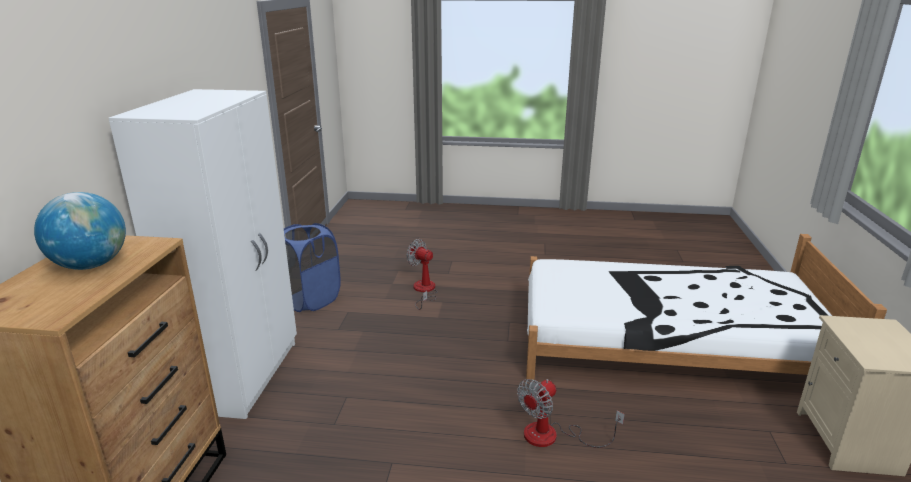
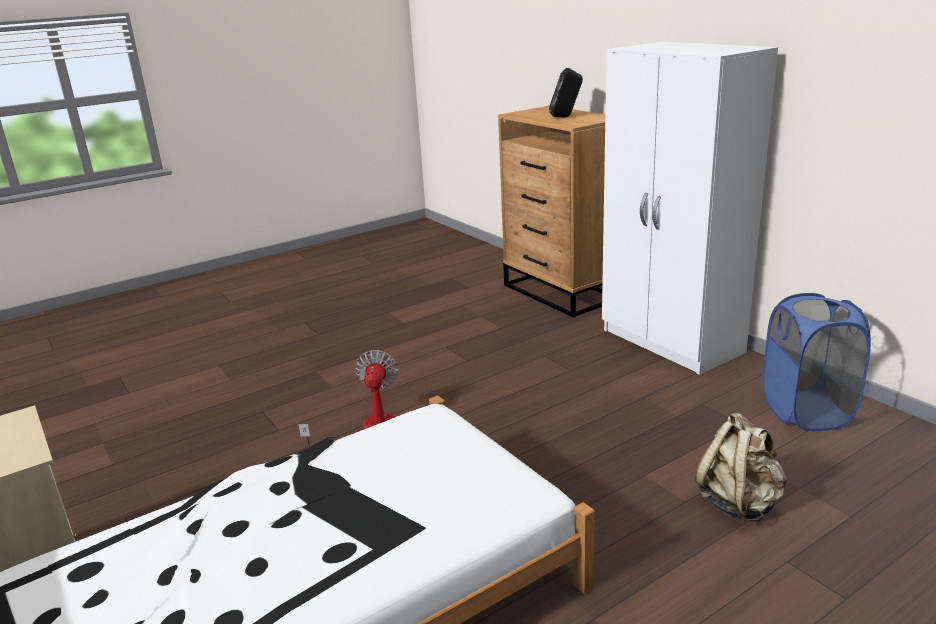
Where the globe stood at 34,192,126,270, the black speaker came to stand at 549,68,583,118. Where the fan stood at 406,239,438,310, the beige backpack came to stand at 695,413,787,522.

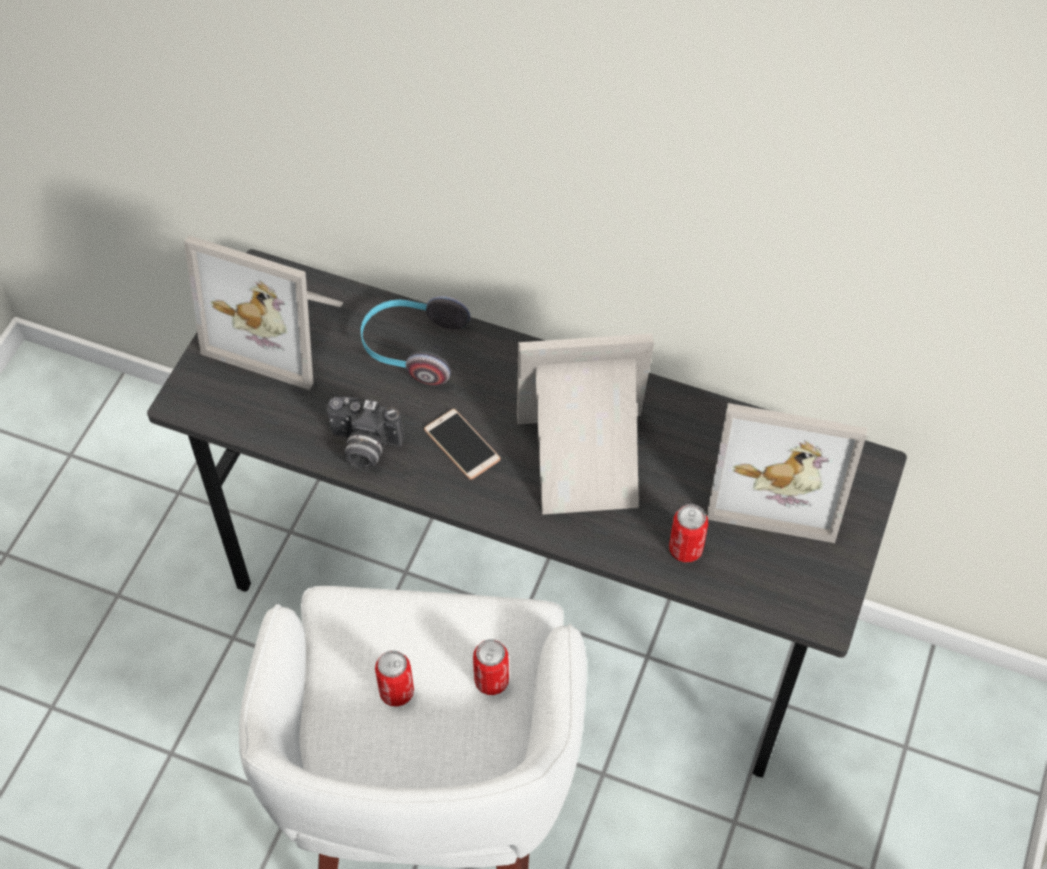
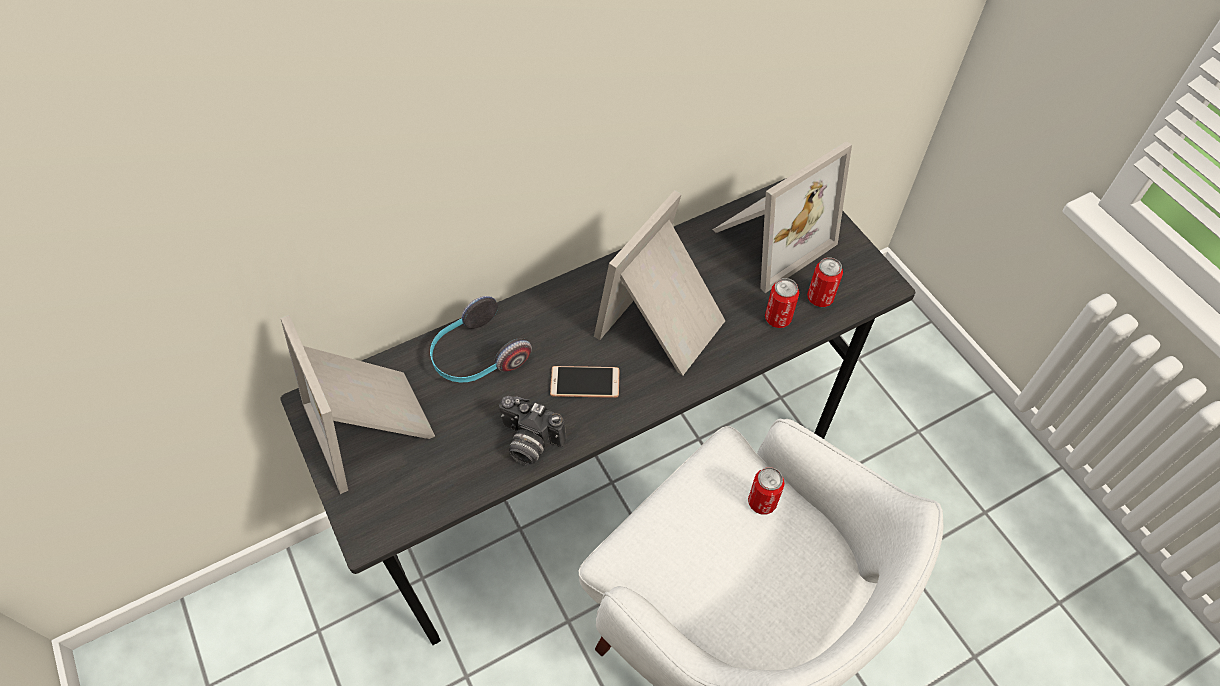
The picture frame at 184,235,344,390 ended up facing another way, 90 degrees clockwise from before. The photo camera at 326,397,404,470 ended up facing another way, 60 degrees clockwise from before. The can ended up elsewhere, having gone from 375,650,414,707 to 807,258,843,307.

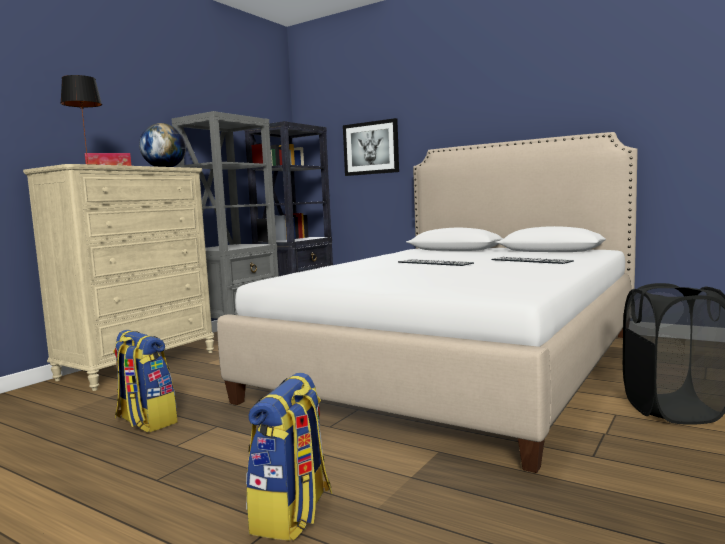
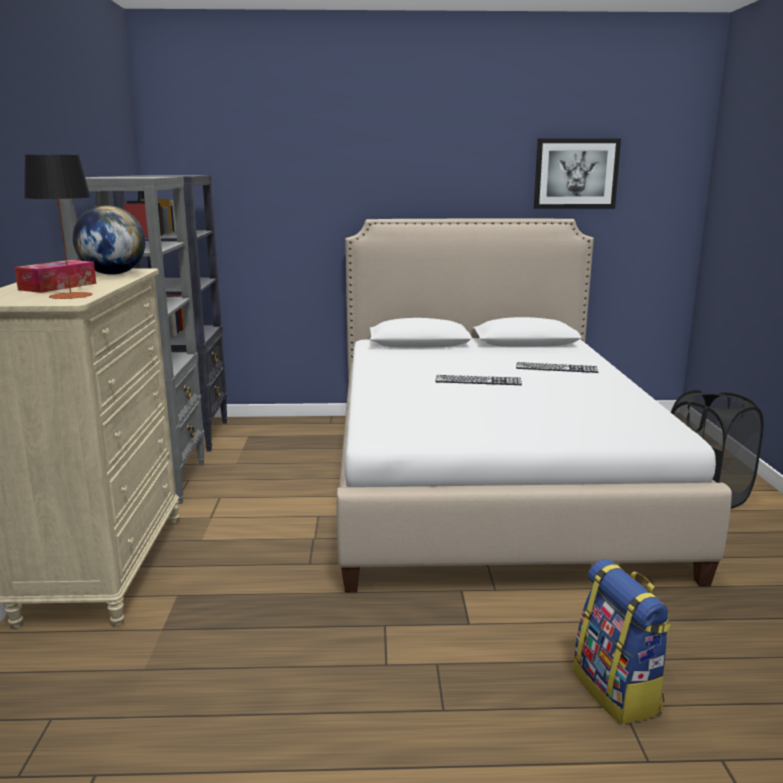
The picture ended up elsewhere, having gone from 343,118,399,176 to 534,138,621,209. The second view lost the backpack at 113,330,178,432.

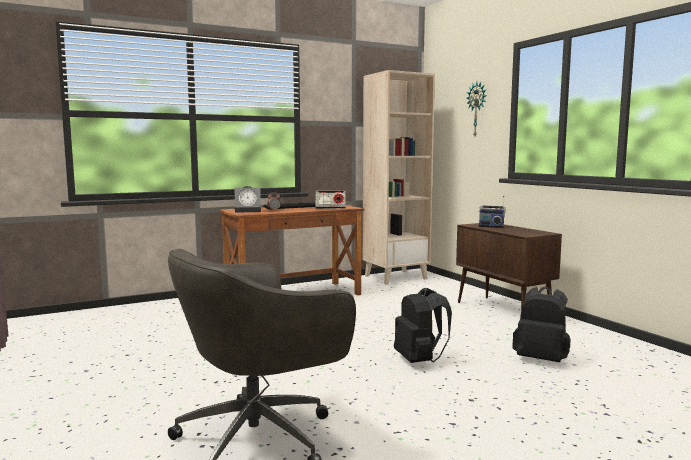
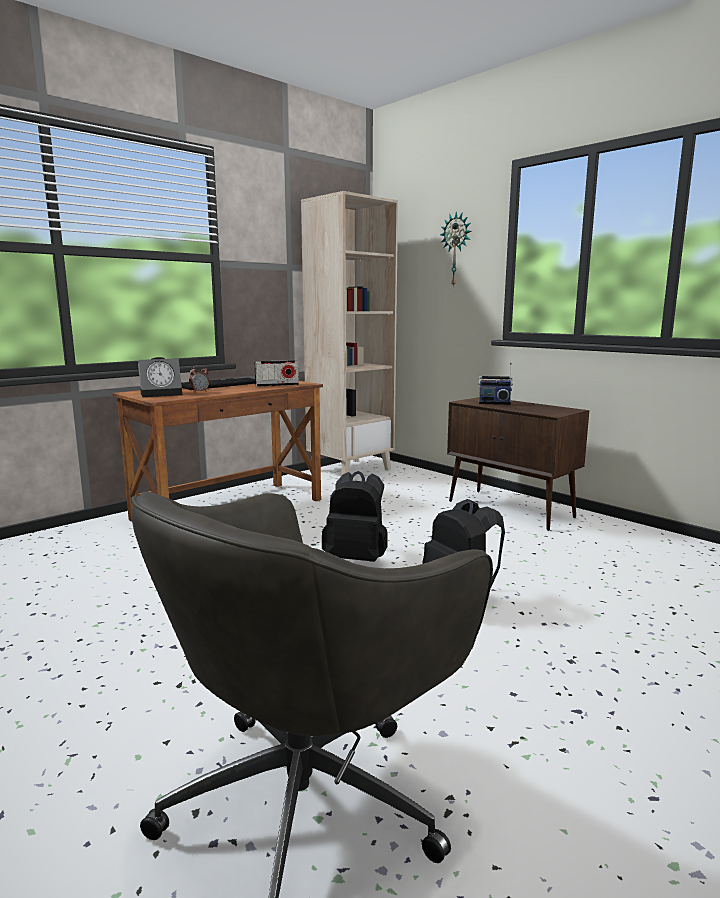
The black backpack ended up elsewhere, having gone from 512,286,570,362 to 322,471,388,562.

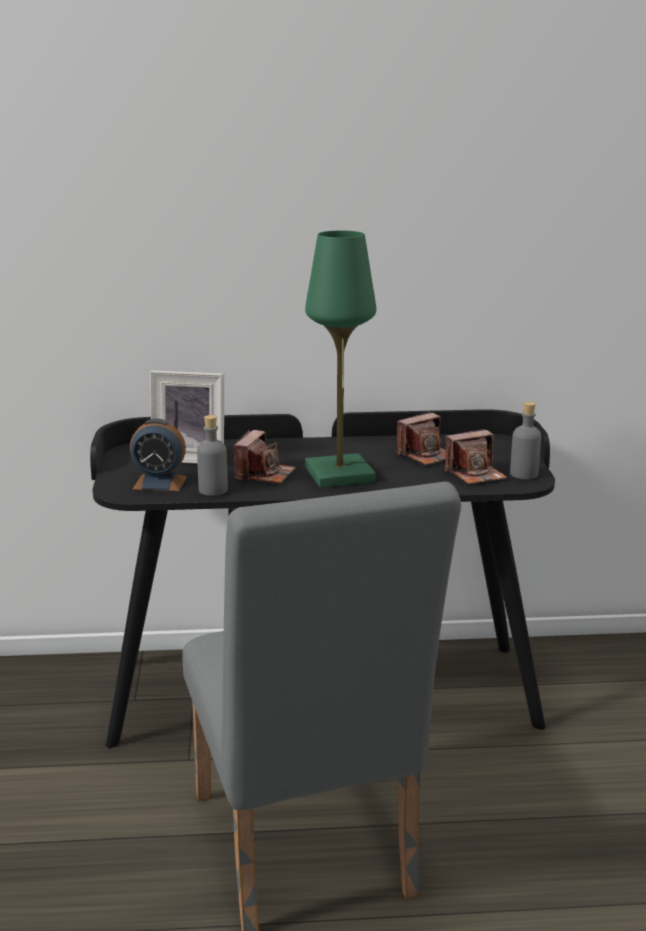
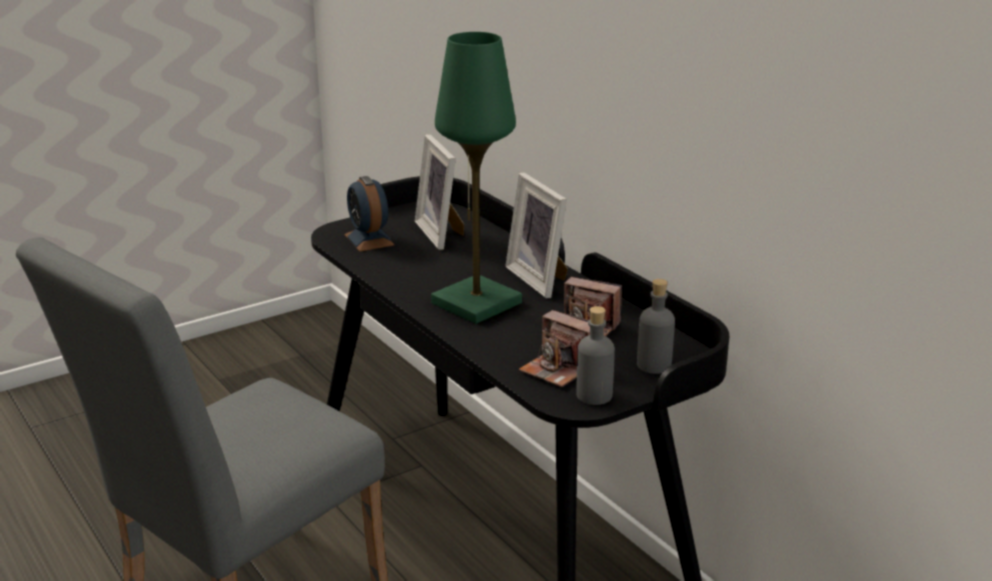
The second view gained the picture frame at 505,173,568,298. The grey bottle ended up elsewhere, having gone from 197,415,228,496 to 637,279,675,374. The second view lost the photo camera at 234,430,296,483.

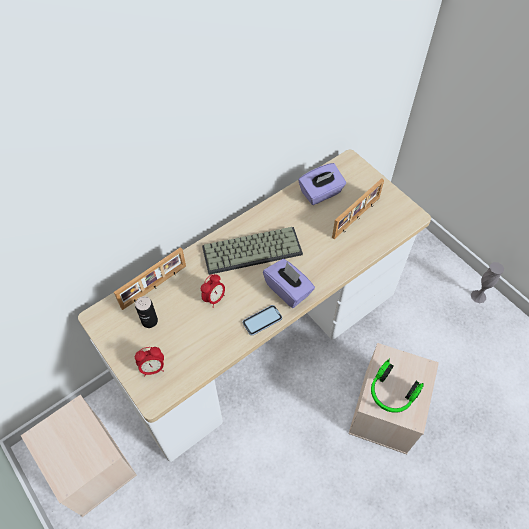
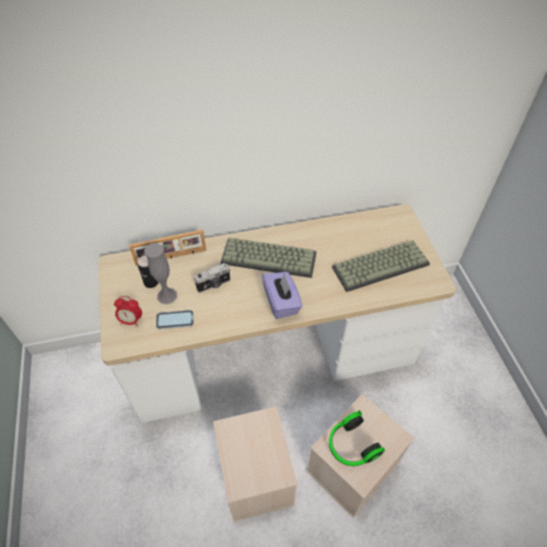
The grey vase ended up elsewhere, having gone from 471,262,504,303 to 144,243,177,304. The phone ended up elsewhere, having gone from 243,305,282,336 to 156,310,194,329. Where the alarm clock stood at 201,274,225,308, the photo camera came to stand at 194,263,230,293. The beige storage box ended up elsewhere, having gone from 21,394,137,517 to 213,406,297,522. Where the picture frame stood at 332,178,384,239, the keyboard came to stand at 332,240,430,292. The second view lost the purple tissue box at 298,163,346,205.

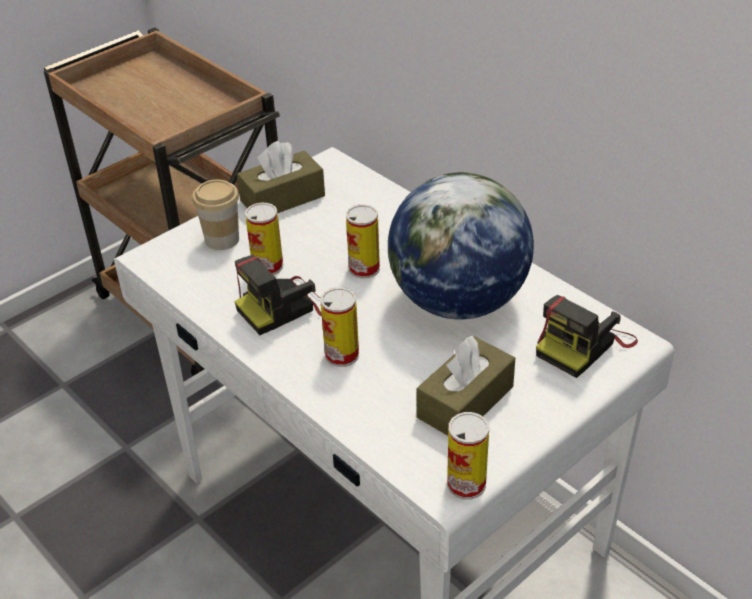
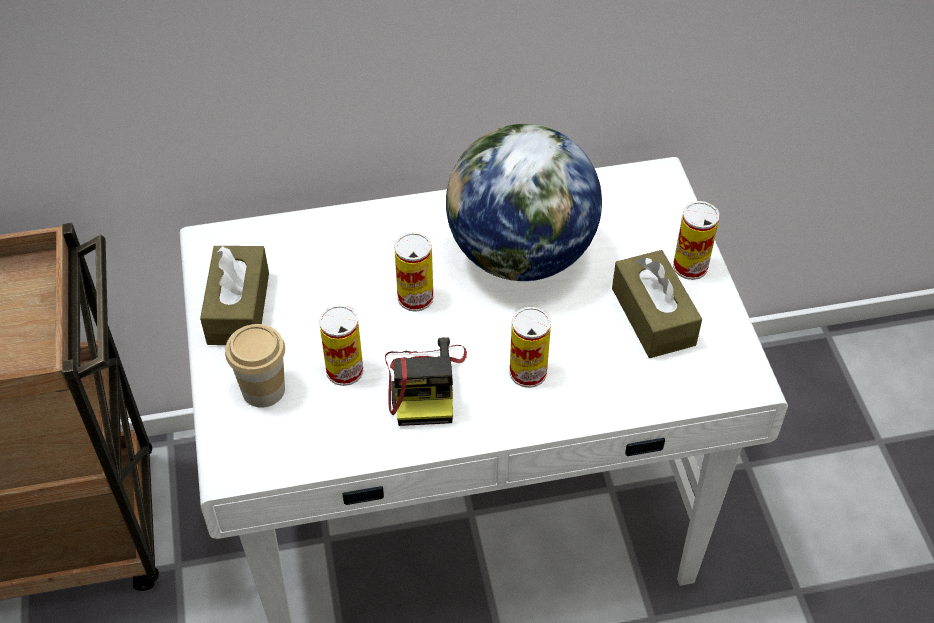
The can ended up elsewhere, having gone from 447,412,489,500 to 673,201,720,280. The second view lost the photo camera at 536,295,638,378.

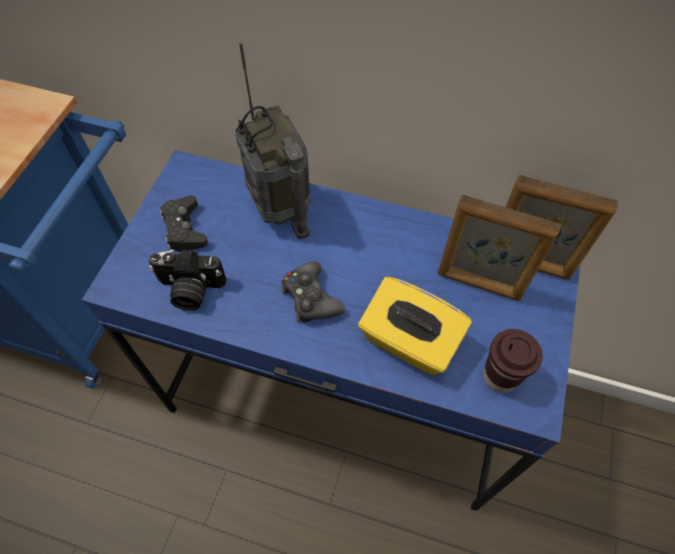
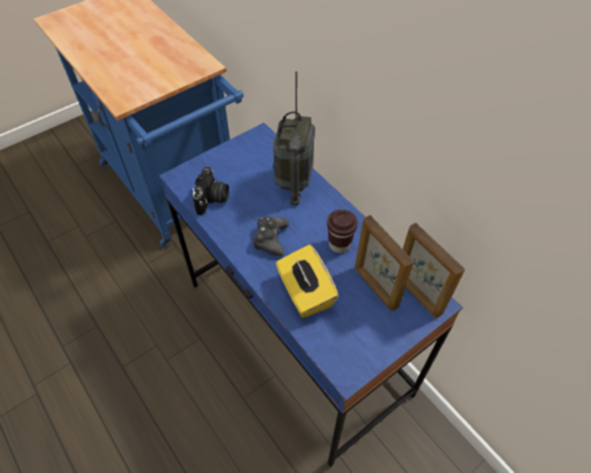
The photo camera at 149,249,227,311 ended up facing another way, 120 degrees counterclockwise from before. The brown cup ended up elsewhere, having gone from 483,329,543,393 to 327,209,358,253. The second view lost the black game controller at 160,195,208,252.

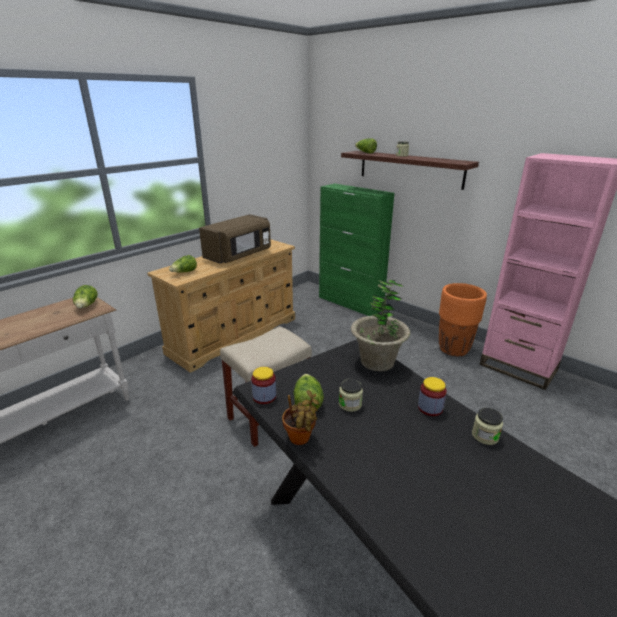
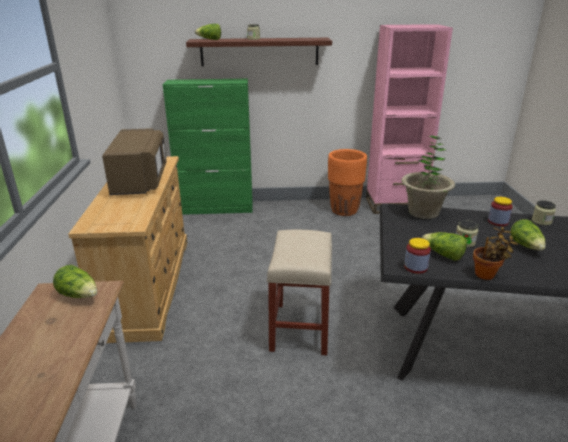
The lettuce ended up elsewhere, having gone from 169,255,197,273 to 510,219,546,251.

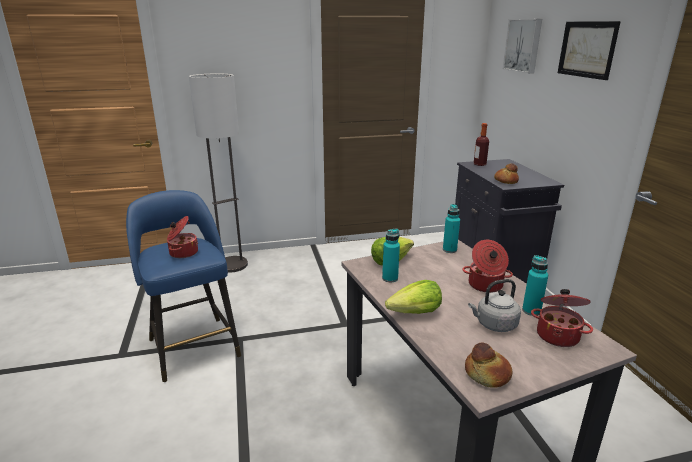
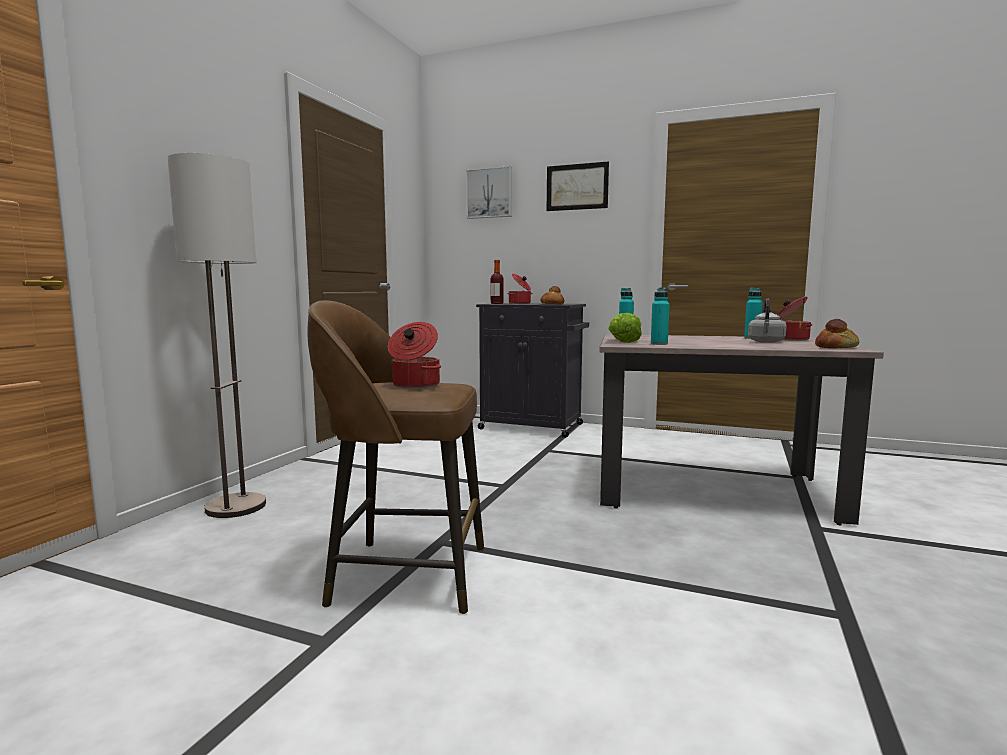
What was the blue stool at 126,190,241,382 turned into the brown stool at 307,300,484,614. The cooking pot ended up elsewhere, having gone from 462,240,513,293 to 507,274,532,304. The second view lost the lettuce at 385,280,442,314.

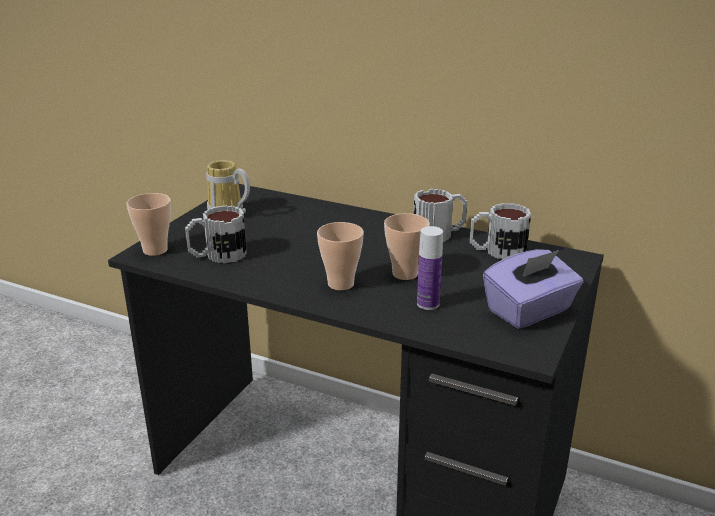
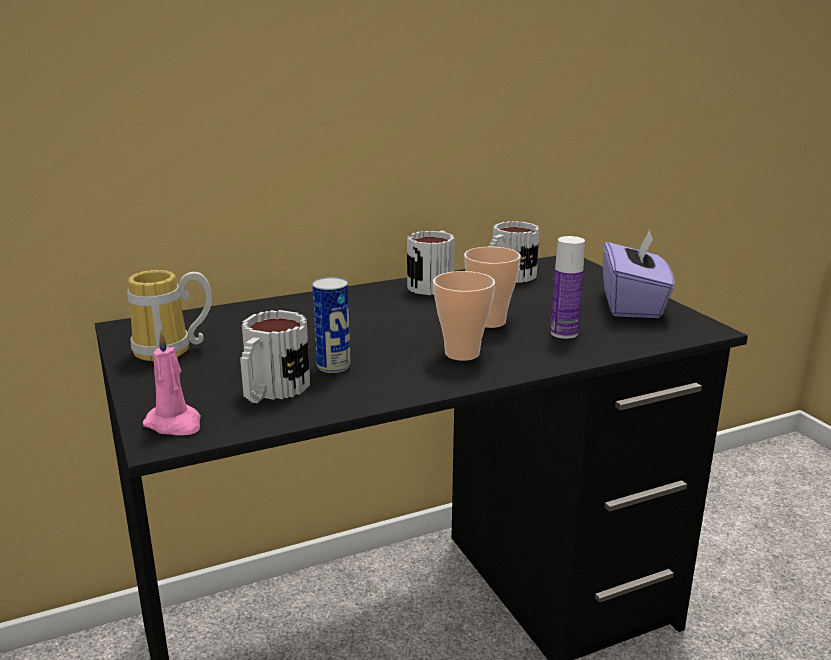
Where the cup stood at 126,193,171,256, the pink candle came to stand at 143,330,201,435. The second view gained the can at 312,277,351,373.

